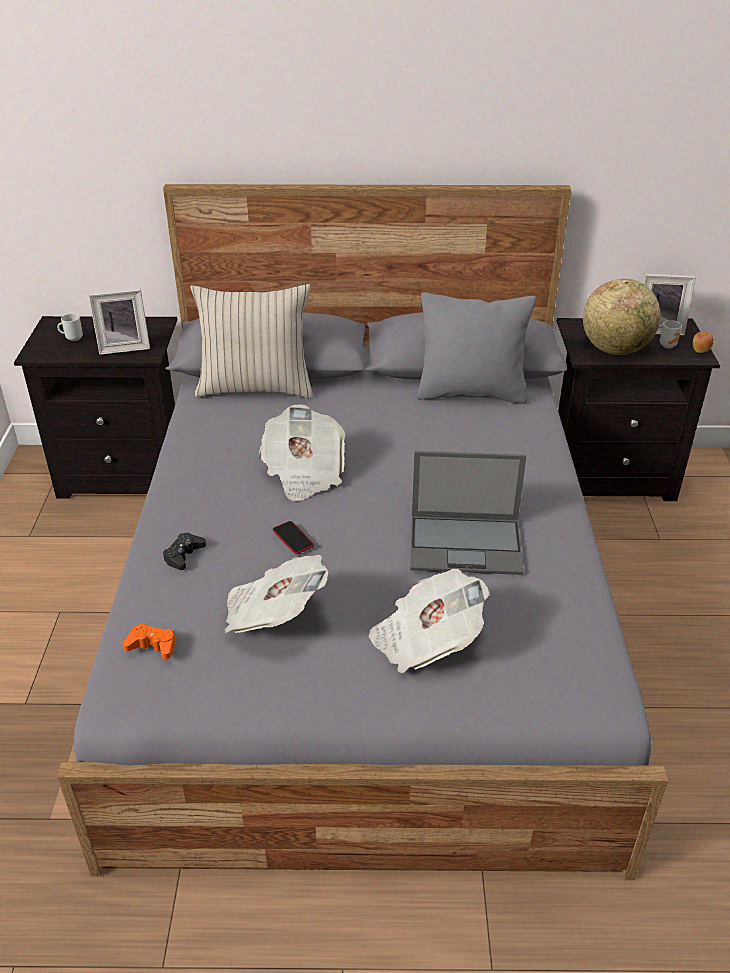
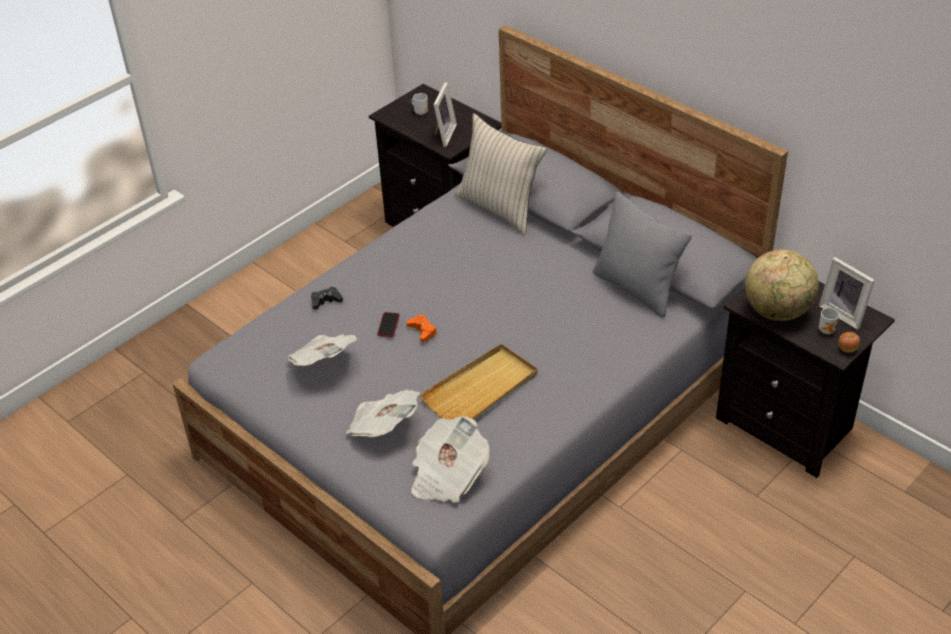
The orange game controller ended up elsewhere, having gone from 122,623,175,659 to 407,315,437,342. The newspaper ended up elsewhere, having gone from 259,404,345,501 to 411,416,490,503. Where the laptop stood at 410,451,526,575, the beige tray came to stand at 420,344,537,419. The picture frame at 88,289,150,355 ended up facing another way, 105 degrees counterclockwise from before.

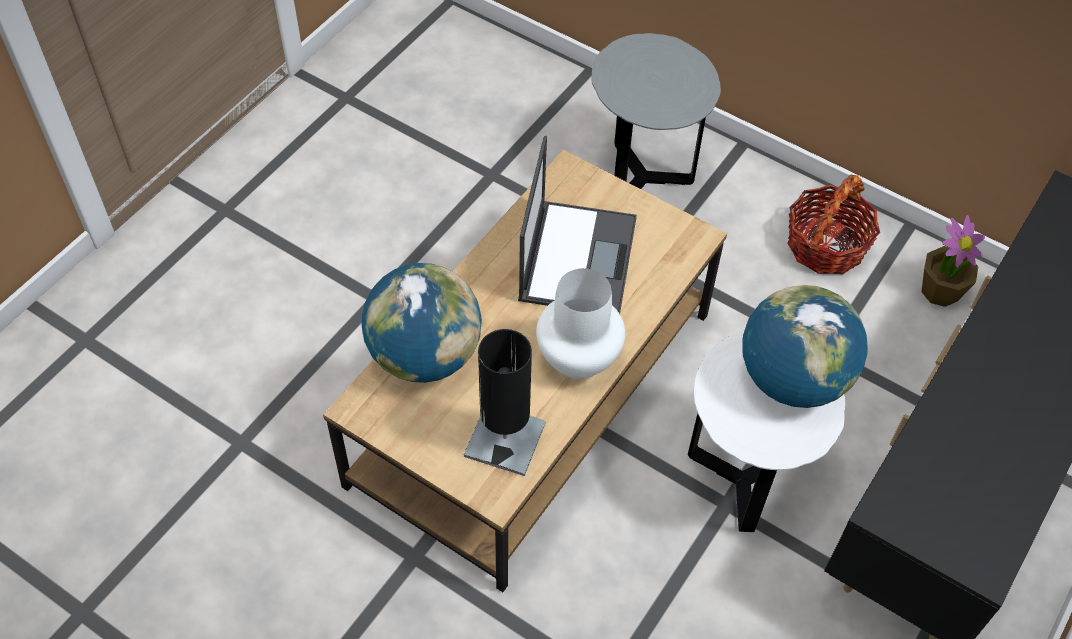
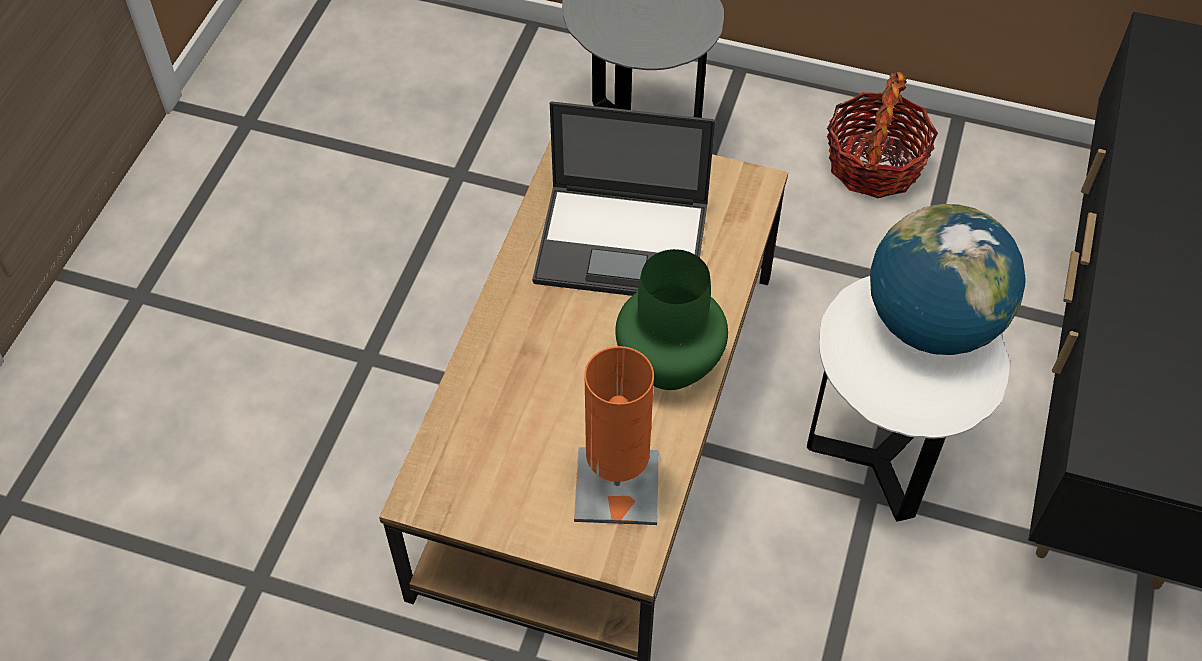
The laptop at 518,136,637,314 ended up facing another way, 105 degrees clockwise from before. What was the black table lamp at 464,329,546,476 turned into the orange table lamp at 574,346,659,525. What was the white vase at 536,268,625,379 turned into the green vase at 615,249,728,390. The second view lost the globe at 361,263,482,383. The second view lost the potted plant at 921,215,985,307.

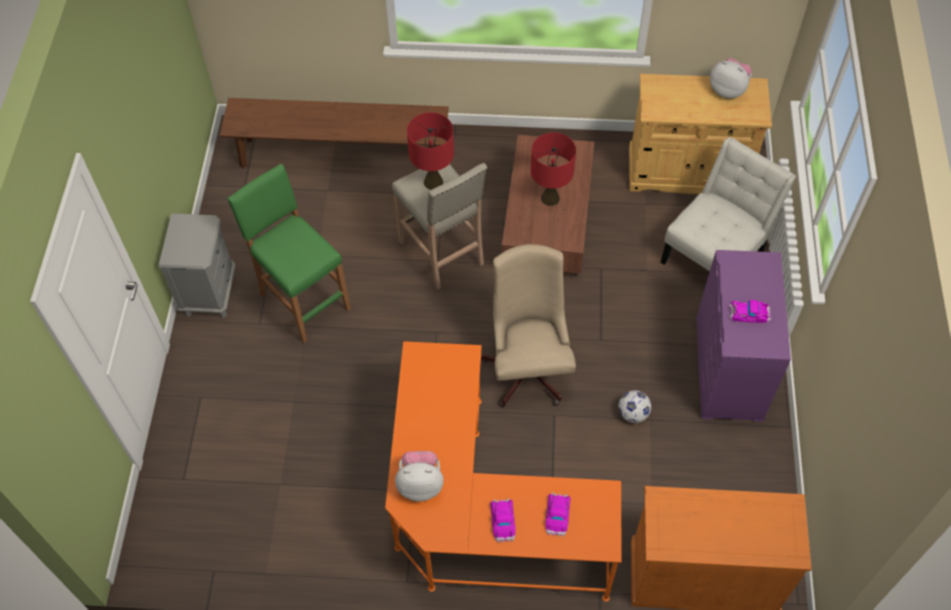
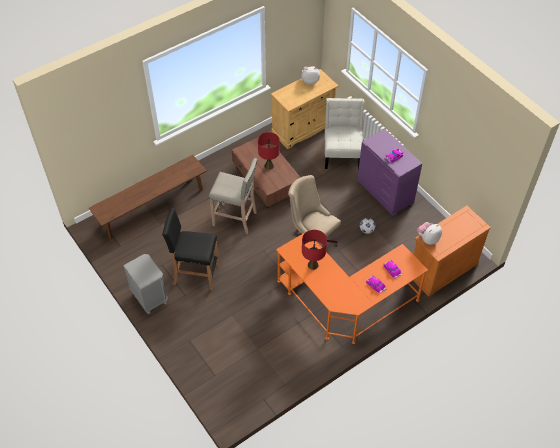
What was the green stool at 227,164,351,343 turned into the black stool at 162,208,219,291. The red table lamp ended up elsewhere, having gone from 407,112,454,190 to 302,230,327,270. The plush toy ended up elsewhere, having gone from 395,451,444,502 to 417,222,442,245.

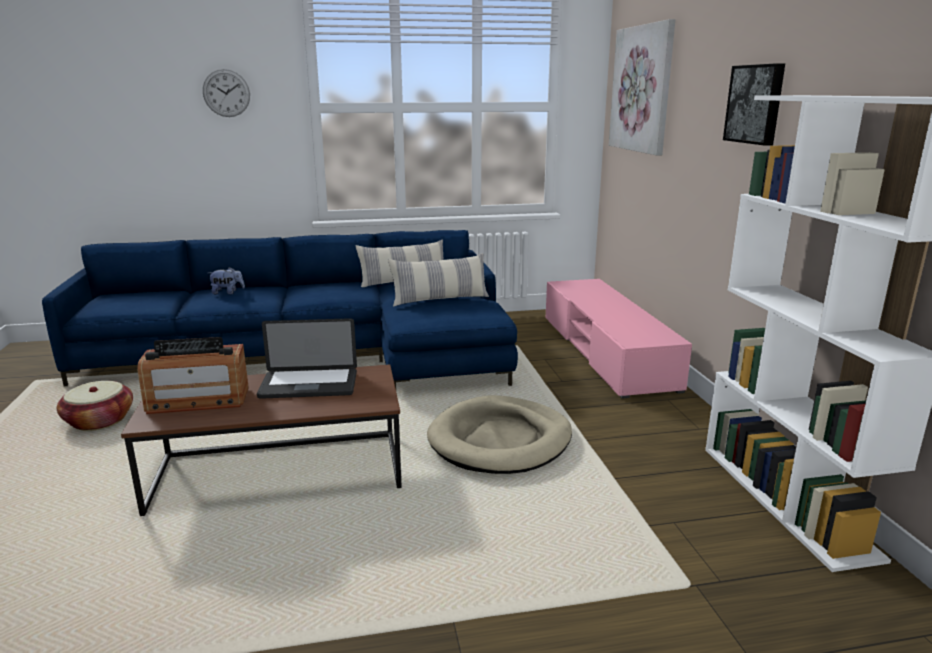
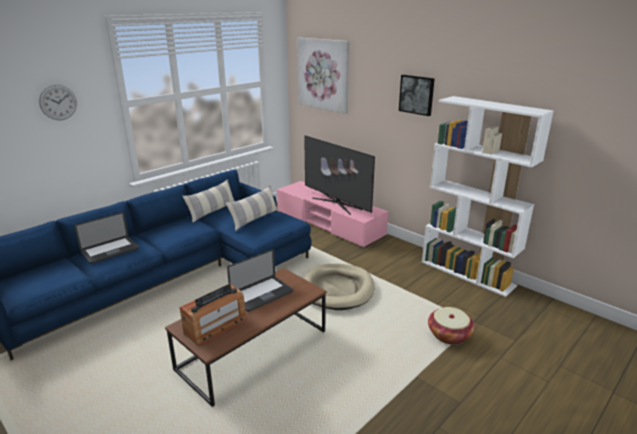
Where the plush toy stood at 209,267,245,295, the laptop came to stand at 74,212,139,264. The second view gained the television at 304,135,375,215. The basket ended up elsewhere, having gone from 57,381,133,431 to 428,307,474,345.

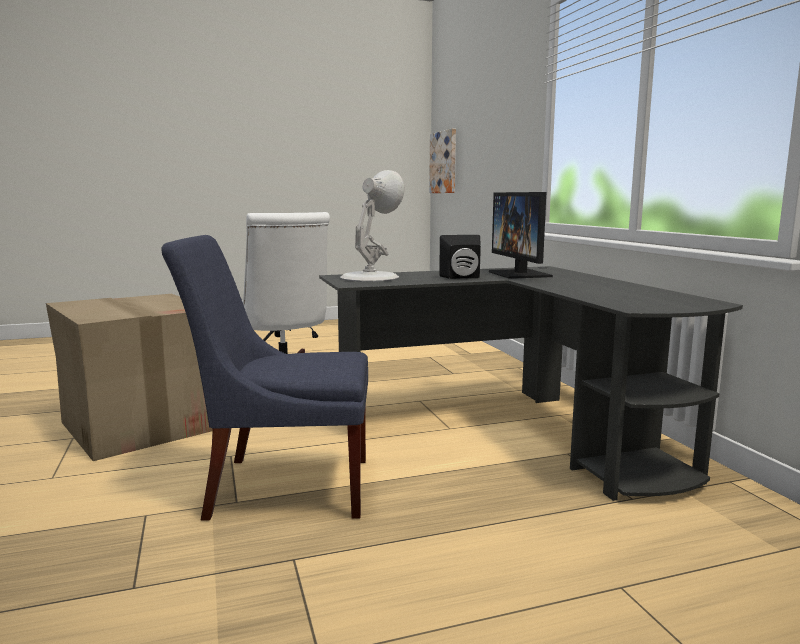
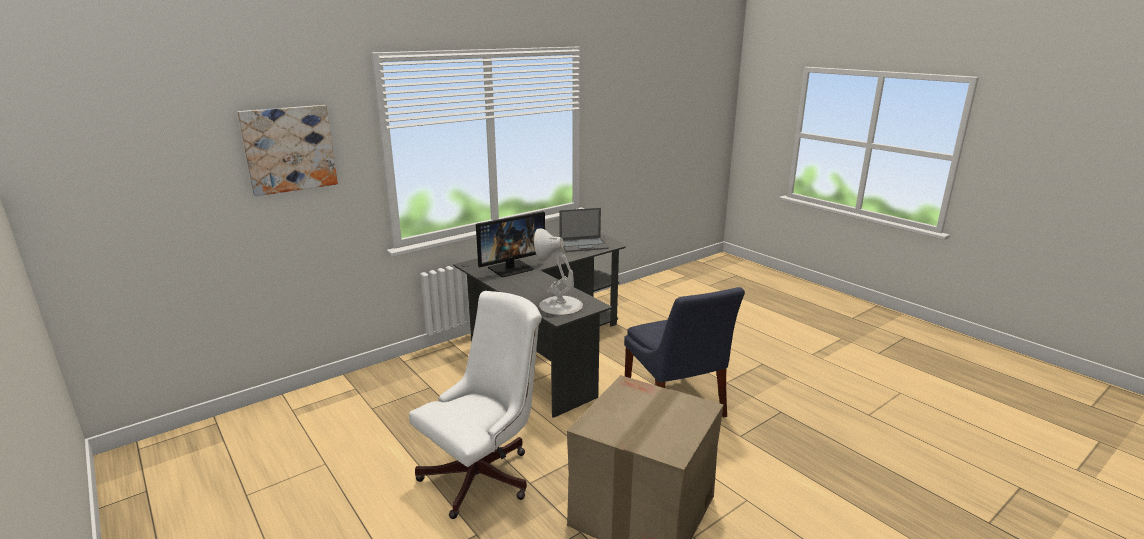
The picture ended up elsewhere, having gone from 429,128,456,193 to 238,105,338,196. The second view gained the laptop at 559,208,609,252. The second view lost the black speaker at 439,235,481,279.

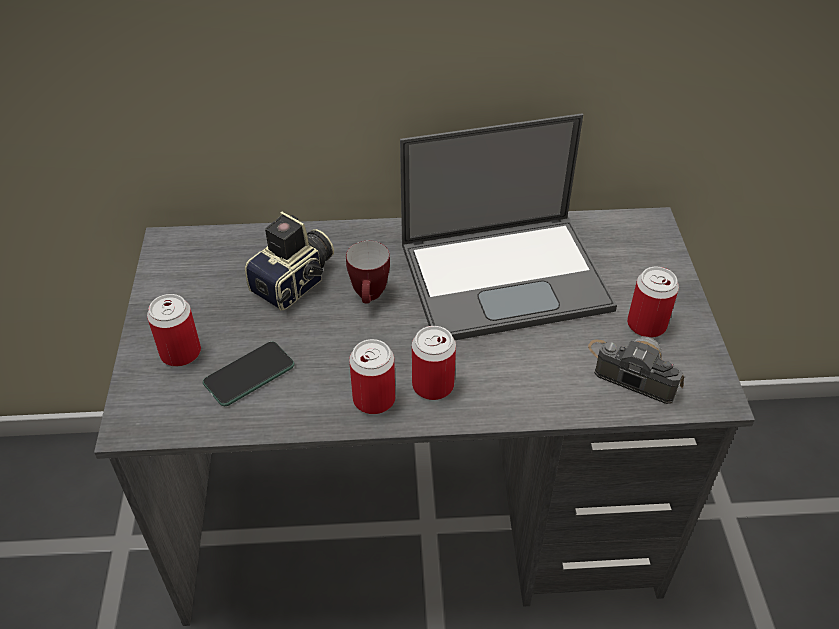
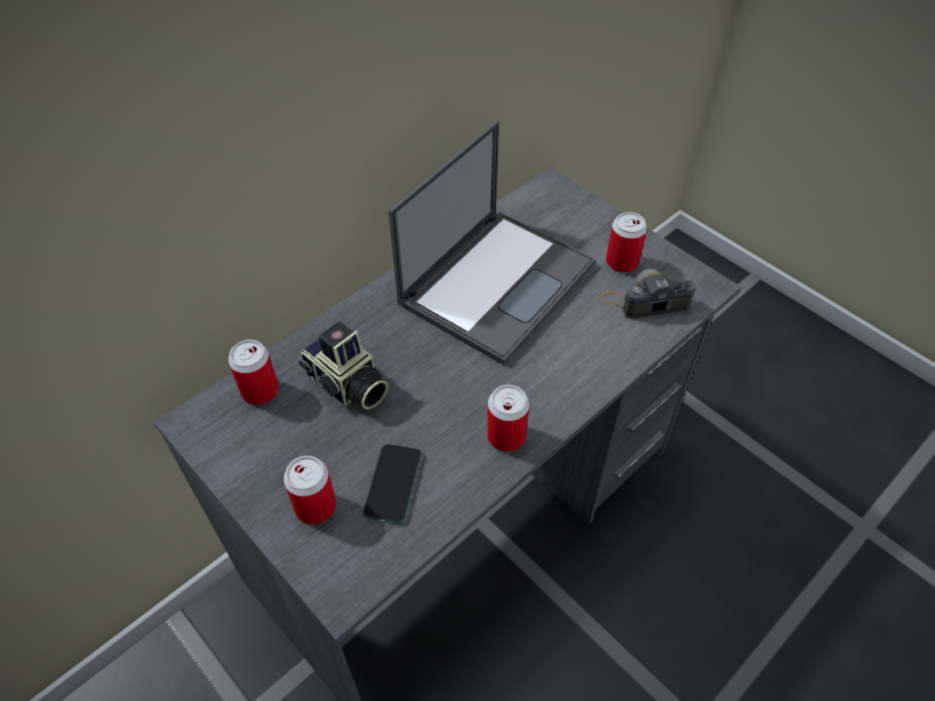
The can ended up elsewhere, having gone from 412,326,456,400 to 228,340,279,405. The photo camera at 245,212,334,310 ended up facing another way, 135 degrees clockwise from before. The second view lost the mug at 346,241,390,304.

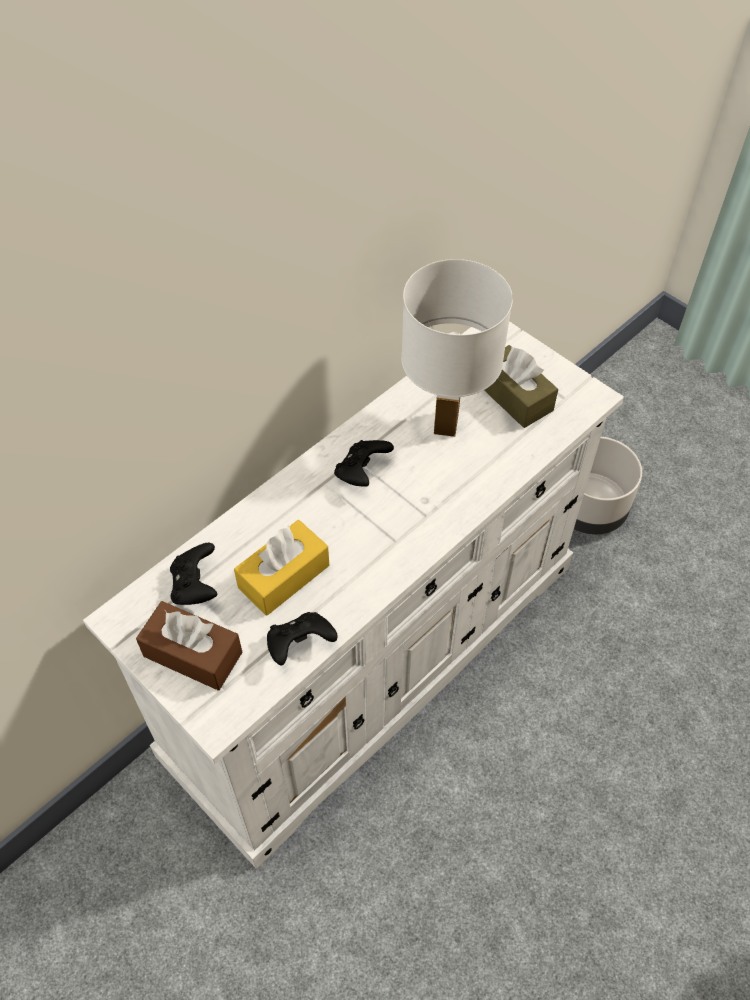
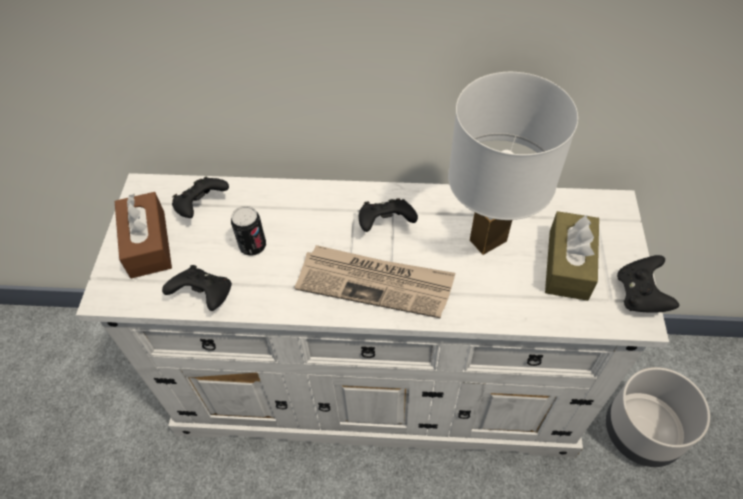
Where the yellow tissue box stood at 234,520,329,616, the can came to stand at 231,206,266,256. The second view gained the newspaper at 295,245,455,319. The second view gained the black game controller at 617,255,679,313.

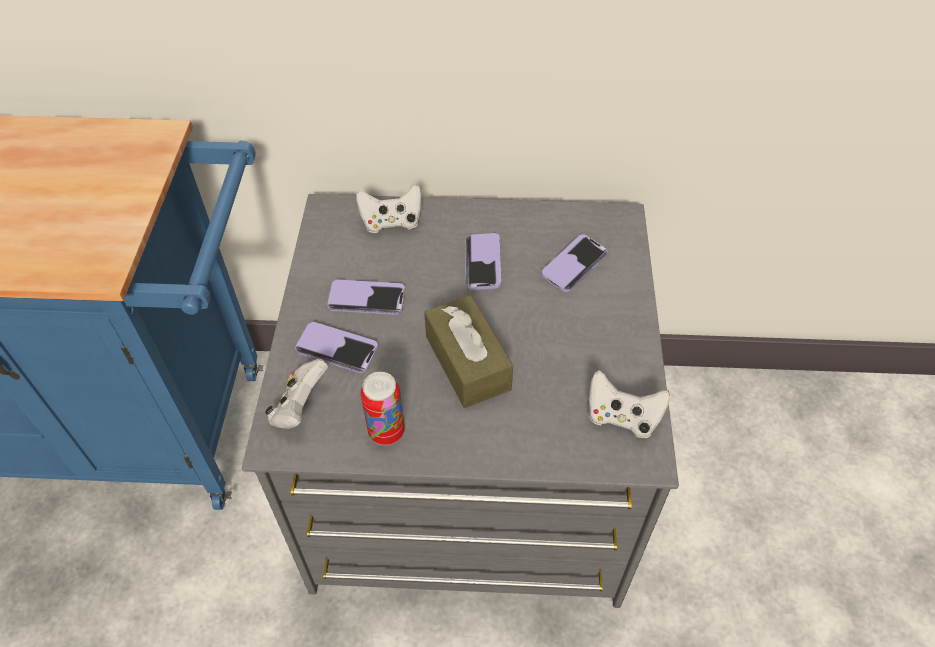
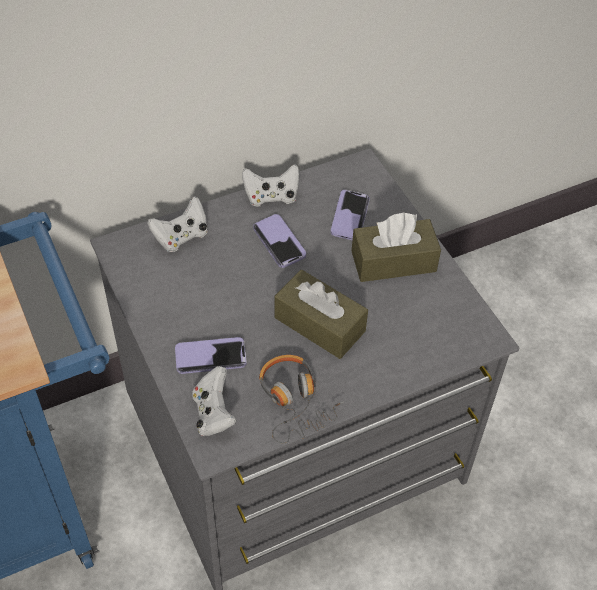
The white game controller ended up elsewhere, having gone from 589,370,670,438 to 242,164,299,207. Where the can stood at 361,372,405,445, the headphones came to stand at 259,355,344,443. The second view gained the brown tissue box at 352,212,441,282. The second view lost the phone at 327,280,405,315.

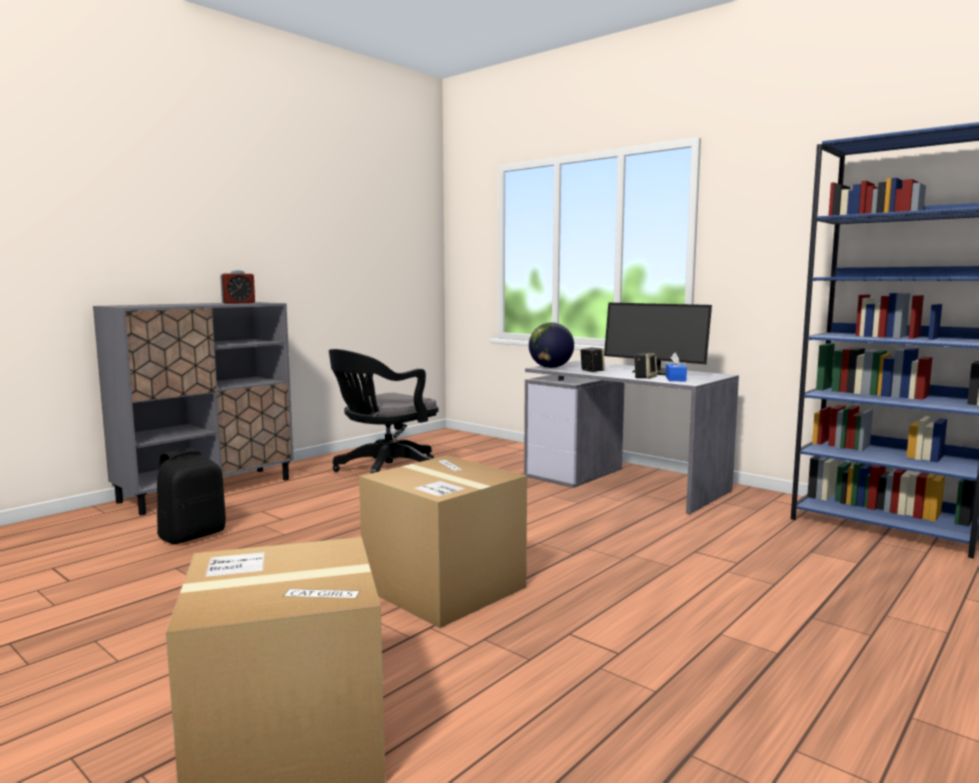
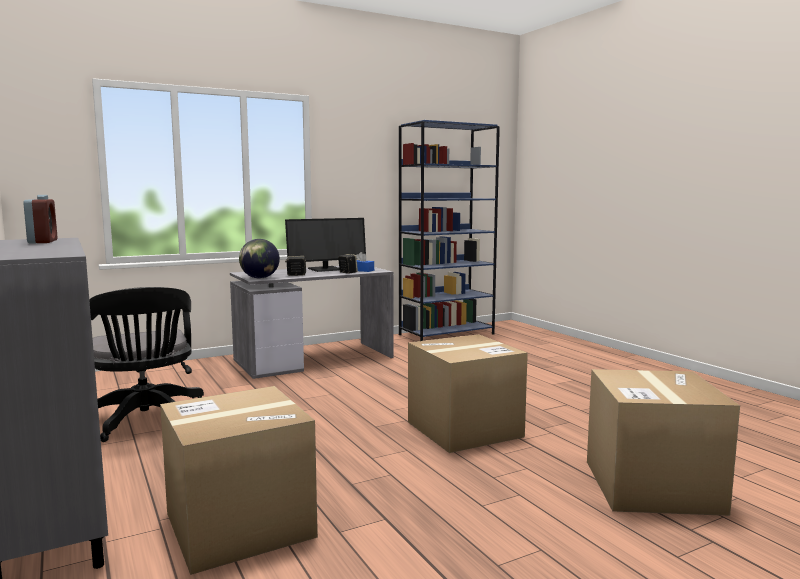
Where the black backpack stood at 157,448,226,544, the cardboard box came to stand at 160,386,318,575.

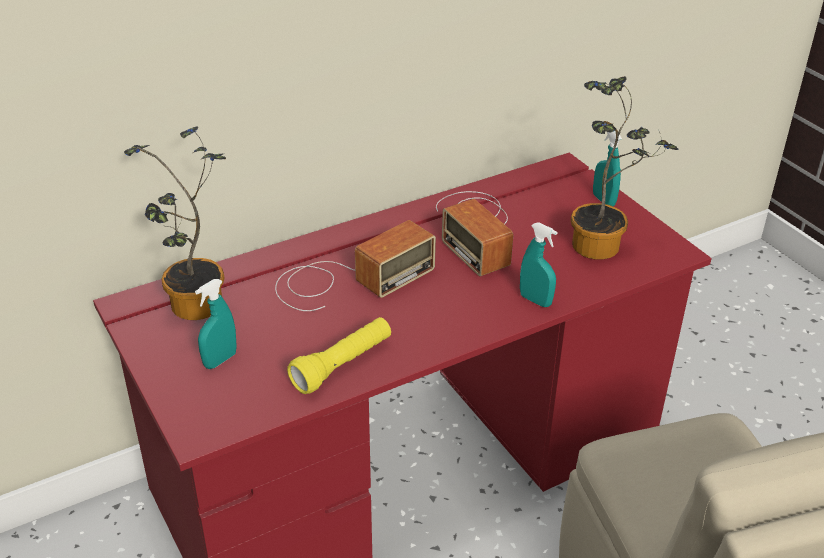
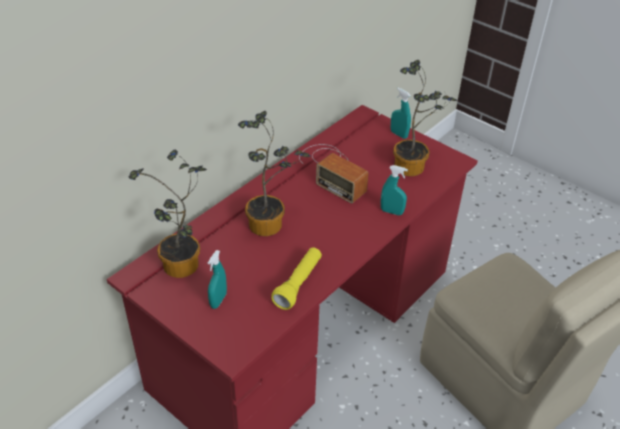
Where the radio stood at 275,220,436,311, the potted plant came to stand at 238,111,310,236.

